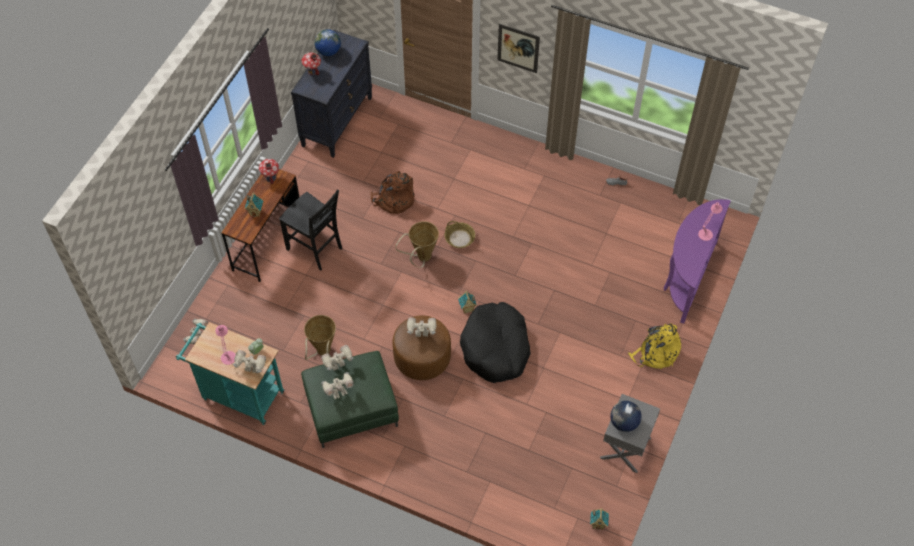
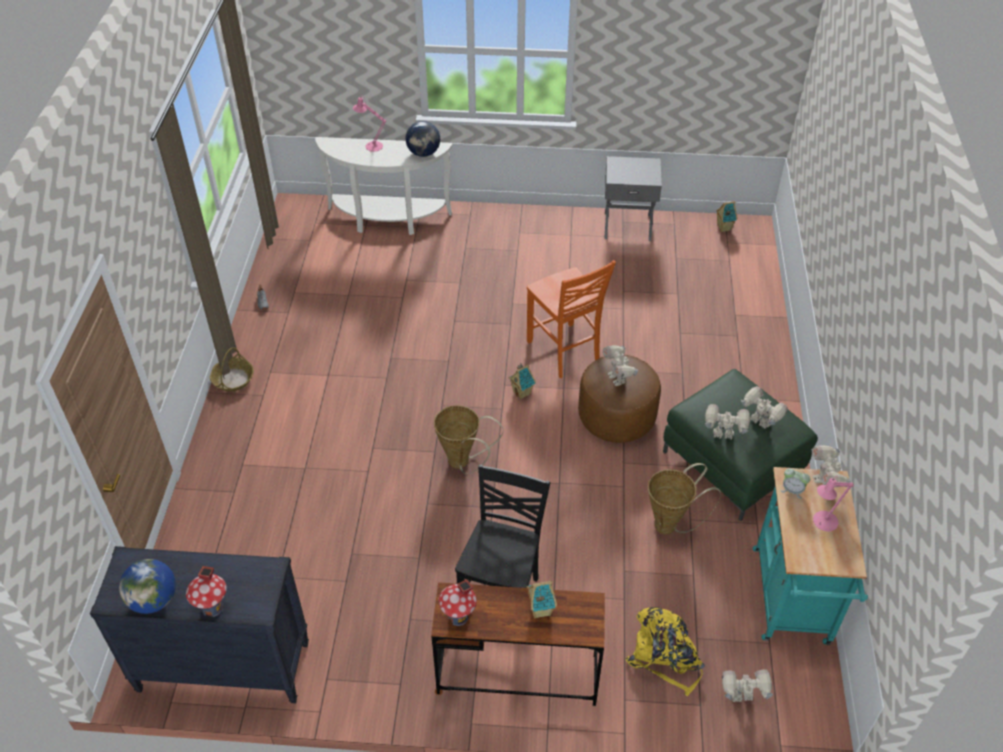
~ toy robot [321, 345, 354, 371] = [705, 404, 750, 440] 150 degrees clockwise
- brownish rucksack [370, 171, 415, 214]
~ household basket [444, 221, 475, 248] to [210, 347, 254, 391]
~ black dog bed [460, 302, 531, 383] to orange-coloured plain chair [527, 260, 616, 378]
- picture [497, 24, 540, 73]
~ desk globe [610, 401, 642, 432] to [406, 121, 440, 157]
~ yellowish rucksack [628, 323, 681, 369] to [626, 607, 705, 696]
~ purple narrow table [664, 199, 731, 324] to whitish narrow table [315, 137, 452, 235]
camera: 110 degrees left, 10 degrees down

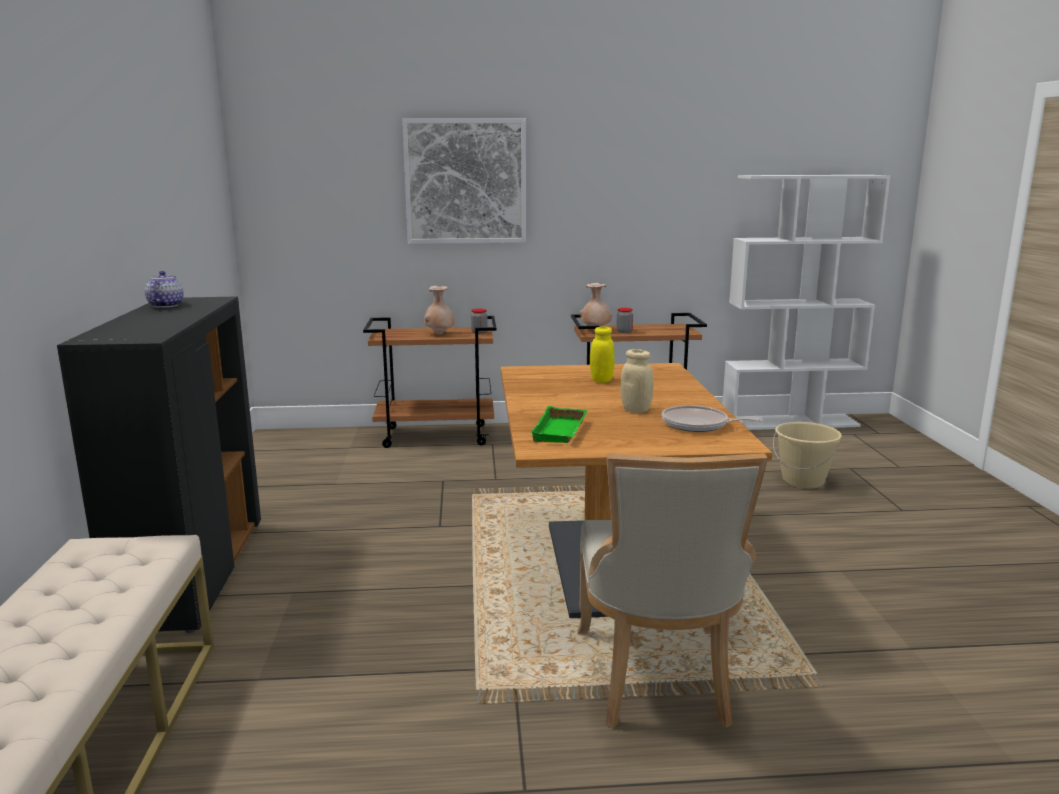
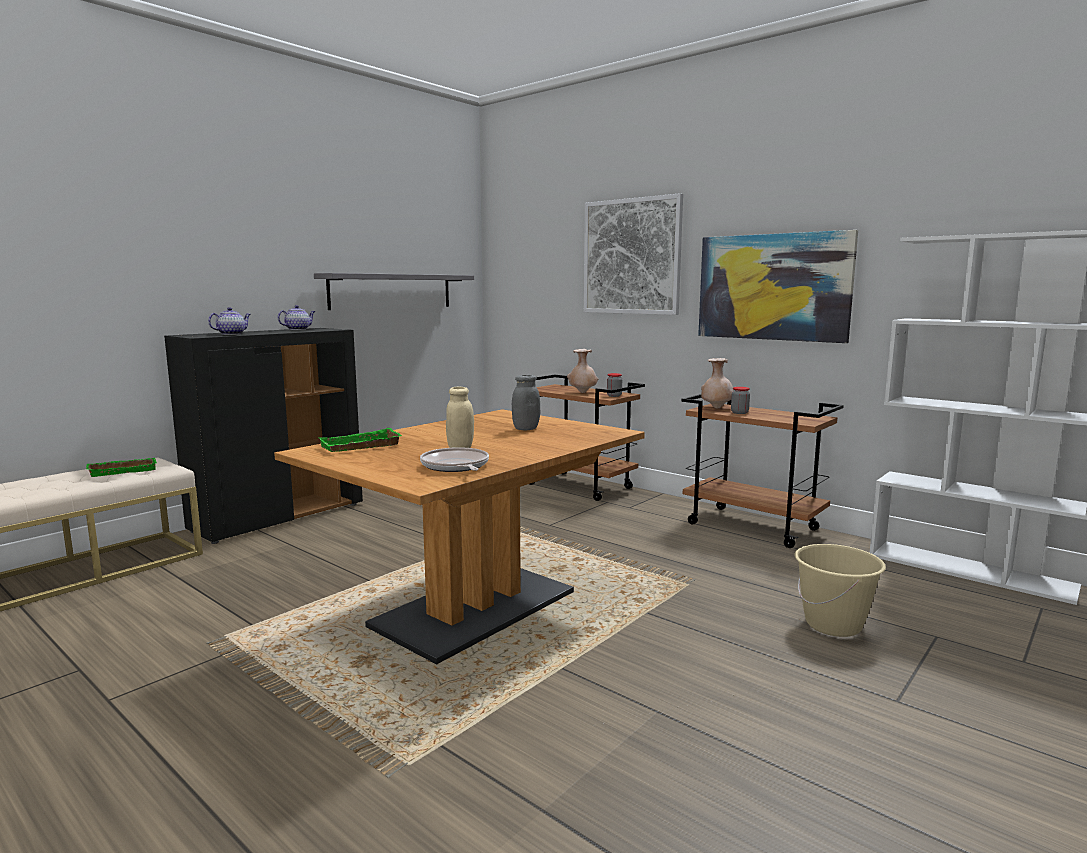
- beige plain chair [577, 453, 768, 728]
~ yellowish storage jar [590, 326, 615, 383] to greyish storage jar [512, 375, 540, 430]
+ green-coloured carrying tray [86, 458, 157, 477]
+ teapot [208, 307, 251, 335]
+ greyish shelf [314, 273, 474, 310]
+ picture [698, 230, 858, 343]
camera: 45 degrees right, 5 degrees down

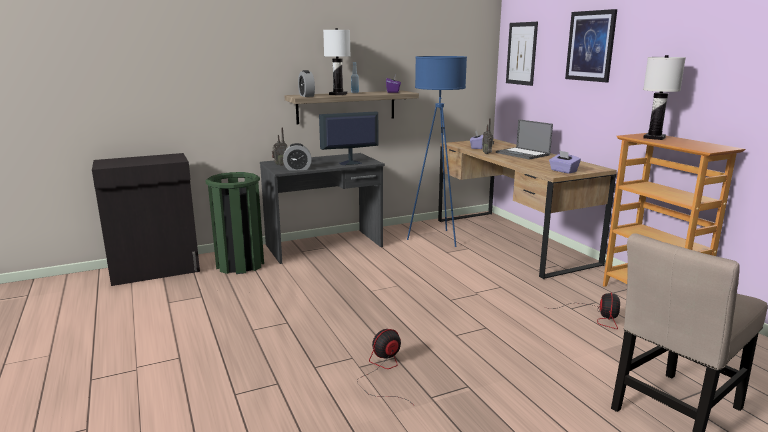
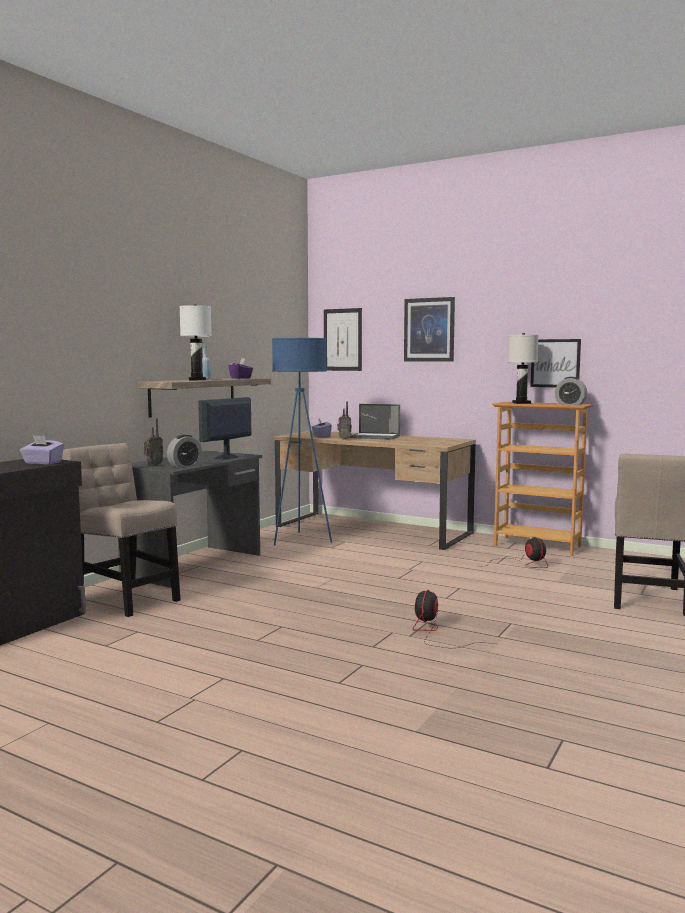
~ green-coloured trash can [205, 172, 264, 274] to beige plain chair [62, 443, 180, 617]
~ table clock [298, 70, 315, 97] to [555, 377, 587, 405]
~ purple box of tissues [549, 150, 581, 174] to [20, 435, 64, 465]
+ picture [530, 339, 581, 387]
camera: 35 degrees left, 10 degrees down

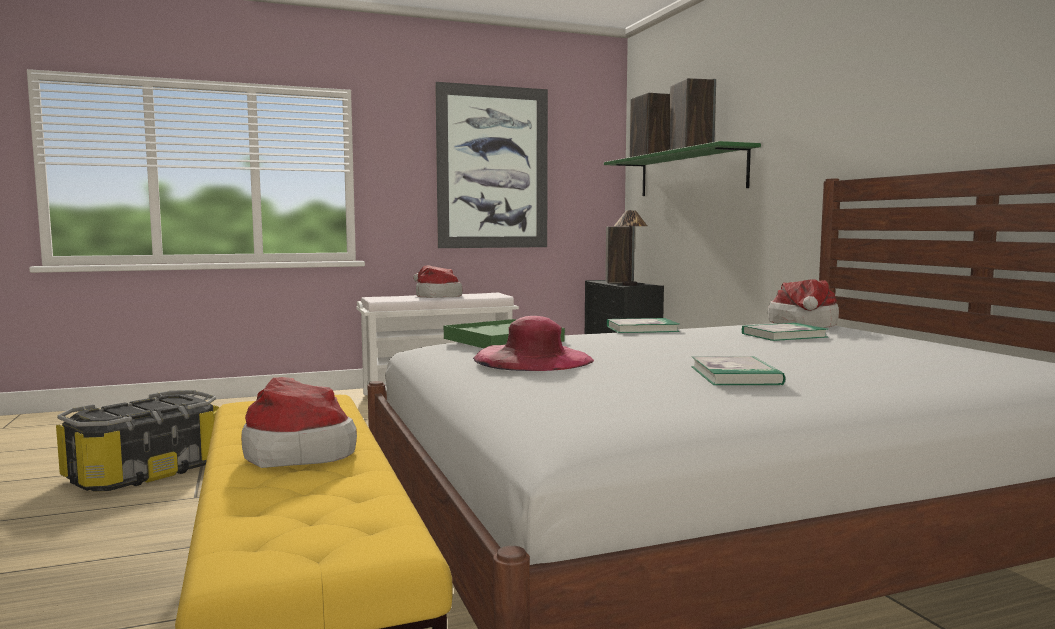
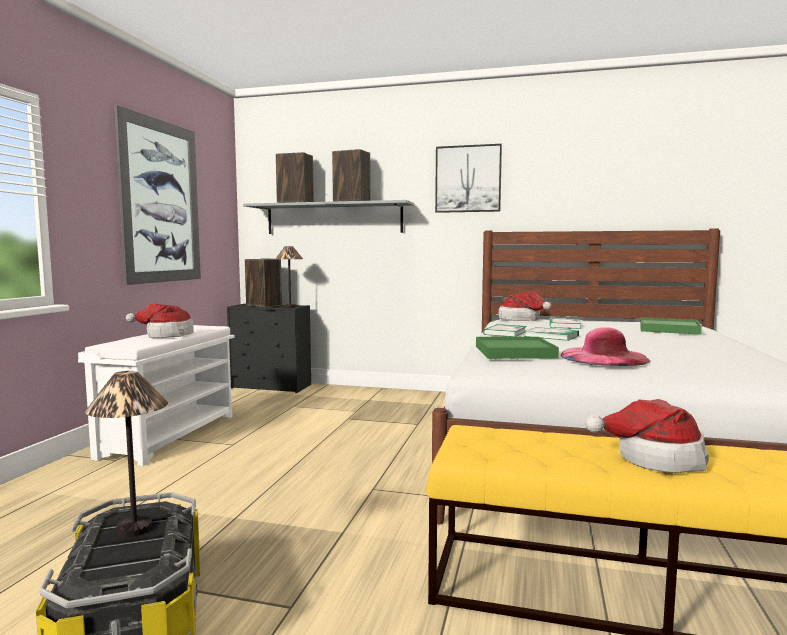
~ green-coloured shelf [604, 141, 761, 196] to greyish shelf [243, 200, 414, 234]
~ bound book [691, 356, 785, 385] to [524, 327, 579, 341]
+ lamp for a table [85, 371, 168, 537]
+ picture [435, 144, 502, 213]
+ green-coloured carrying tray [640, 317, 702, 335]
camera: 55 degrees left, 0 degrees up

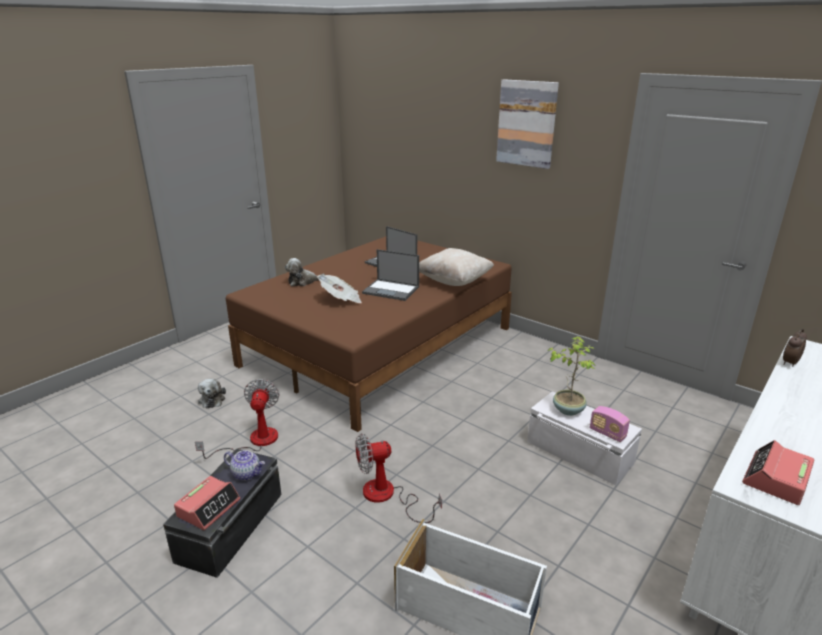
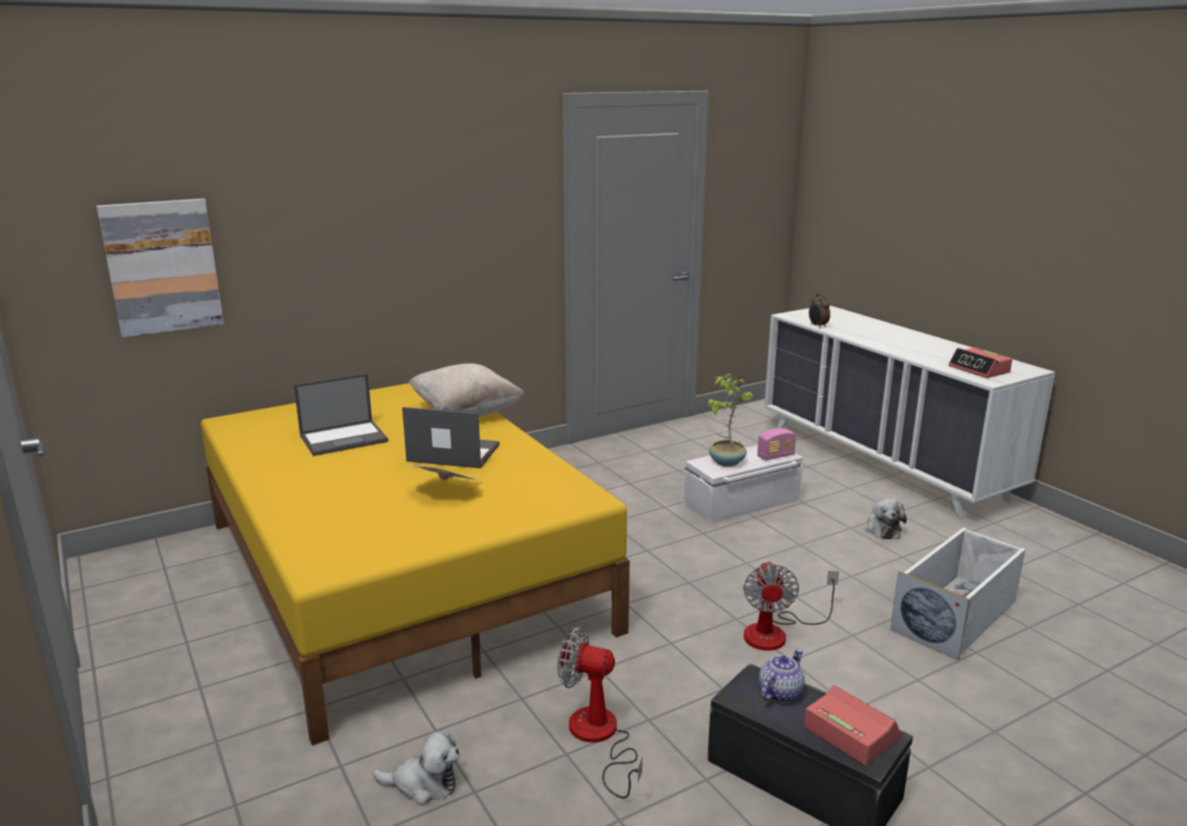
~ brownish bed [226, 236, 512, 432] to yellowish bed [201, 383, 630, 746]
~ plush toy [285, 258, 325, 286] to [865, 499, 907, 539]
~ portable computer [362, 249, 419, 301] = [402, 407, 500, 468] 120 degrees counterclockwise
~ picture [496, 79, 559, 169] to [96, 198, 224, 338]
camera: 70 degrees left, 5 degrees down

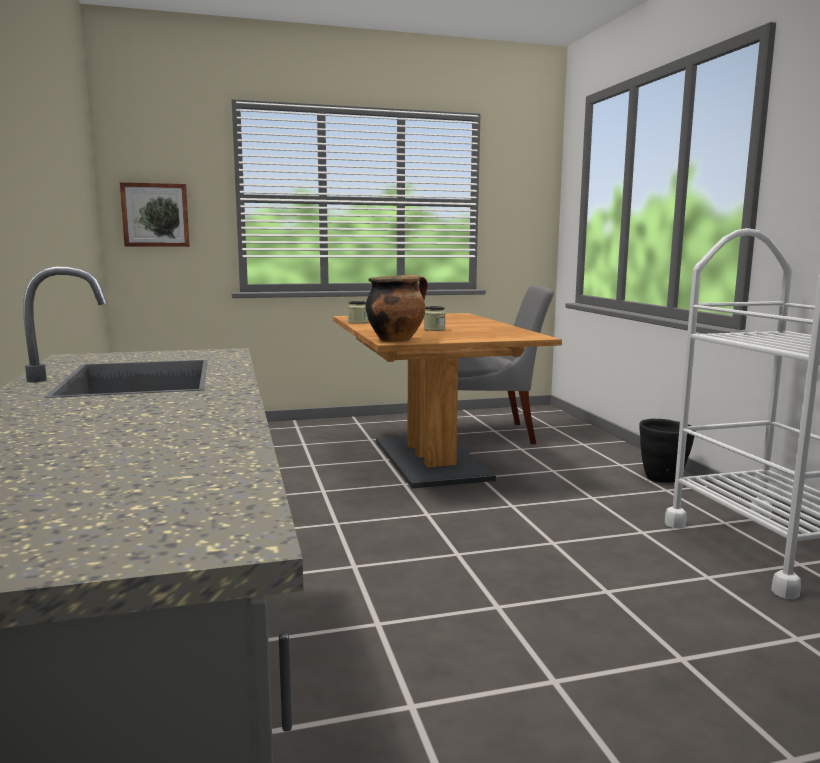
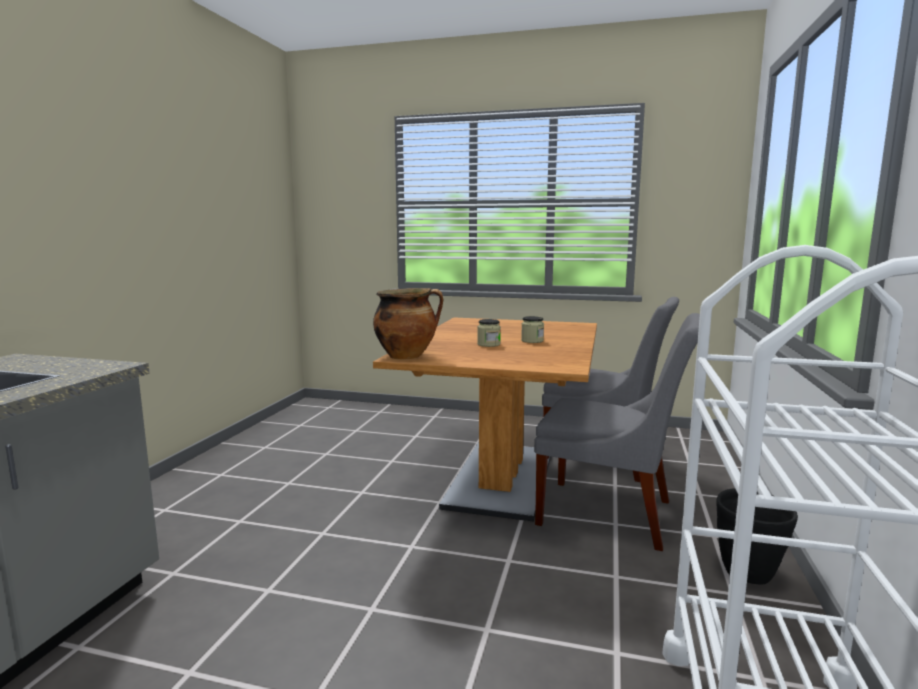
- picture [120, 182, 190, 247]
~ storage jar [348, 301, 368, 324] to [521, 316, 544, 343]
+ greyish plain chair [534, 313, 700, 551]
camera: 30 degrees right, 0 degrees up

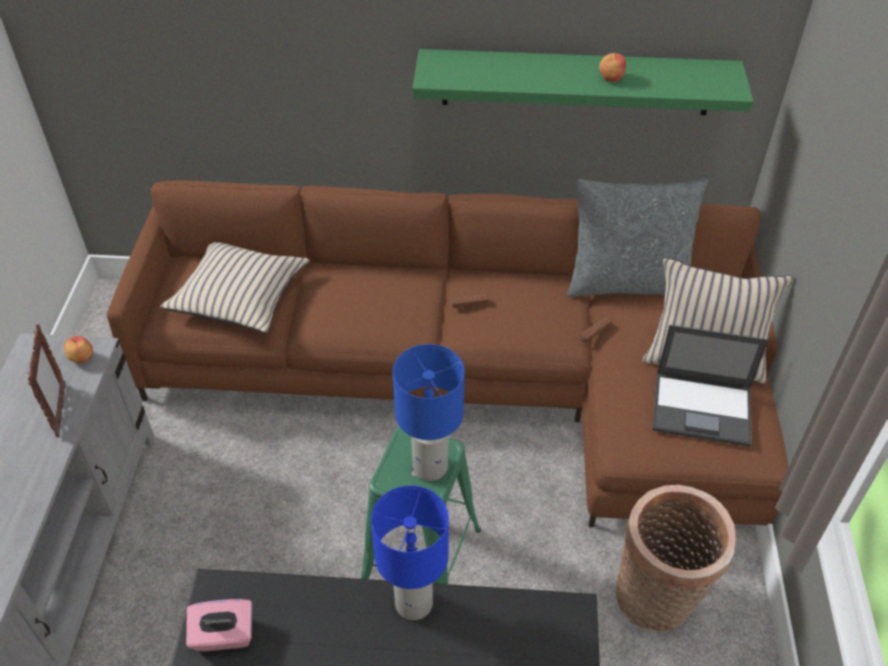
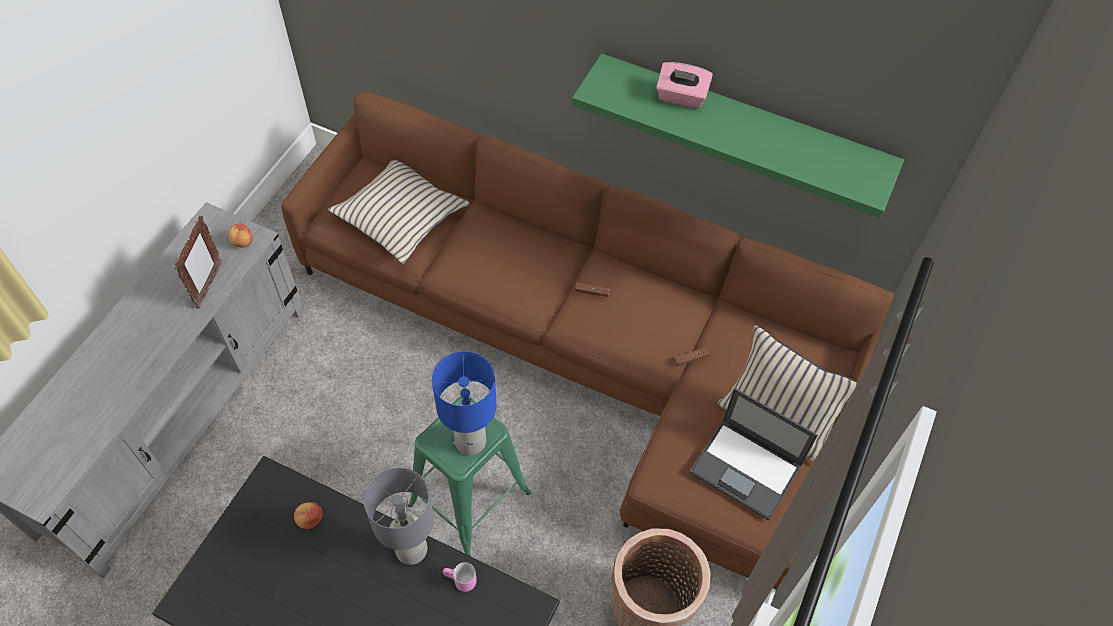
~ pink box of tissues [186, 599, 252, 652] to [656, 62, 713, 109]
~ blue lamp for a table [371, 486, 449, 620] to greyish lamp for a table [364, 468, 434, 565]
- greyish throw pillow [567, 179, 708, 297]
~ whole apple [599, 53, 626, 82] to [294, 502, 323, 529]
+ pink tea mug [443, 562, 477, 592]
camera: 20 degrees right, 10 degrees up

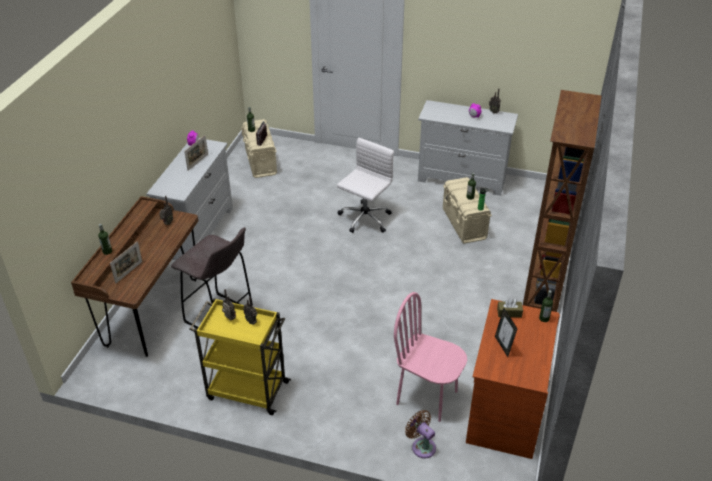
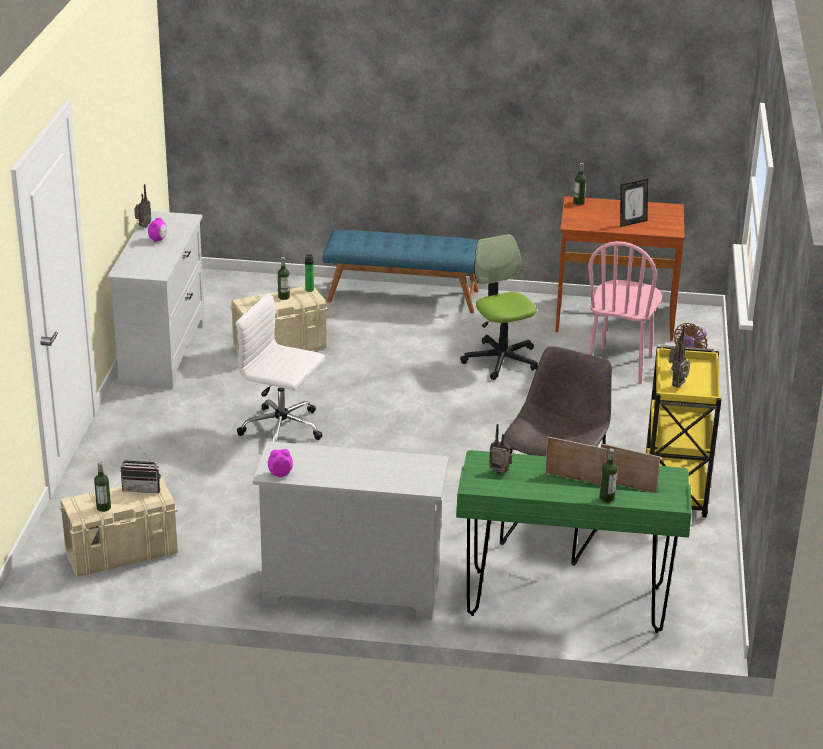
~ brownish desk unit [71, 196, 198, 357] to green-coloured desk unit [456, 450, 692, 633]
~ standing frame [184, 135, 208, 171] to [545, 437, 607, 485]
- brownish box of tissues [497, 298, 523, 318]
~ brownish bookcase [523, 90, 602, 312] to blue bench [322, 230, 479, 313]
+ desk chair [460, 234, 538, 380]
camera: 100 degrees left, 10 degrees down

